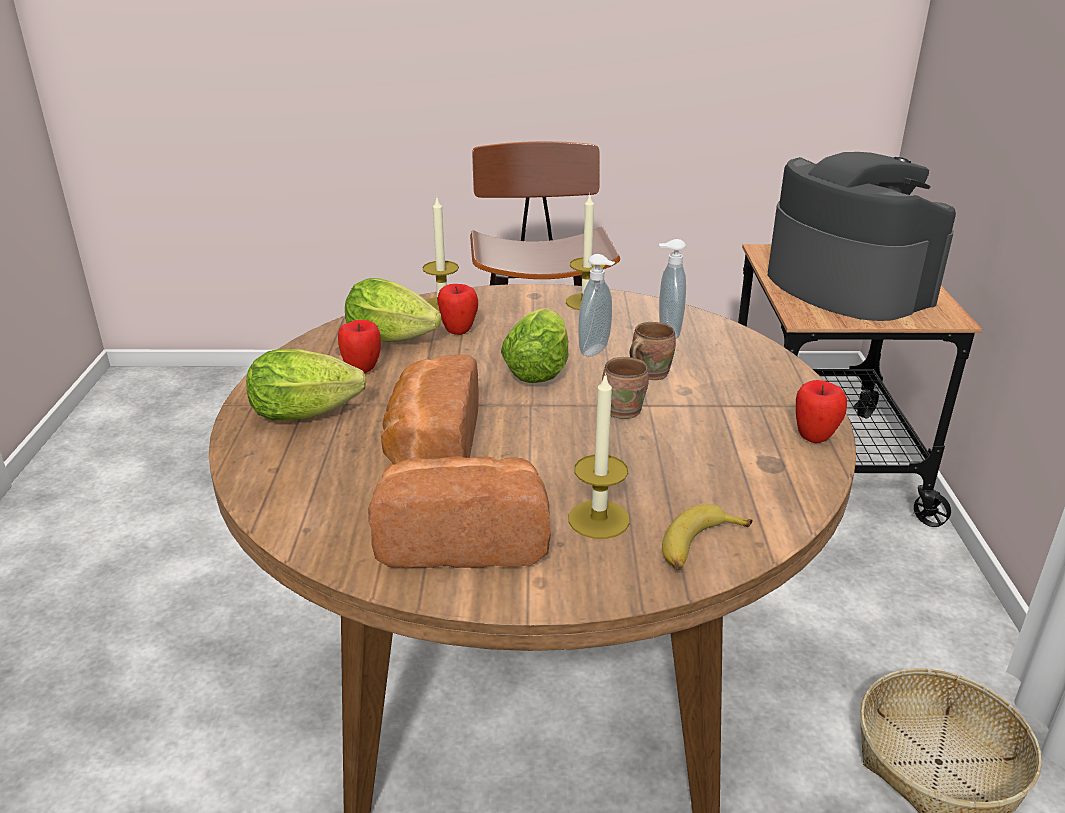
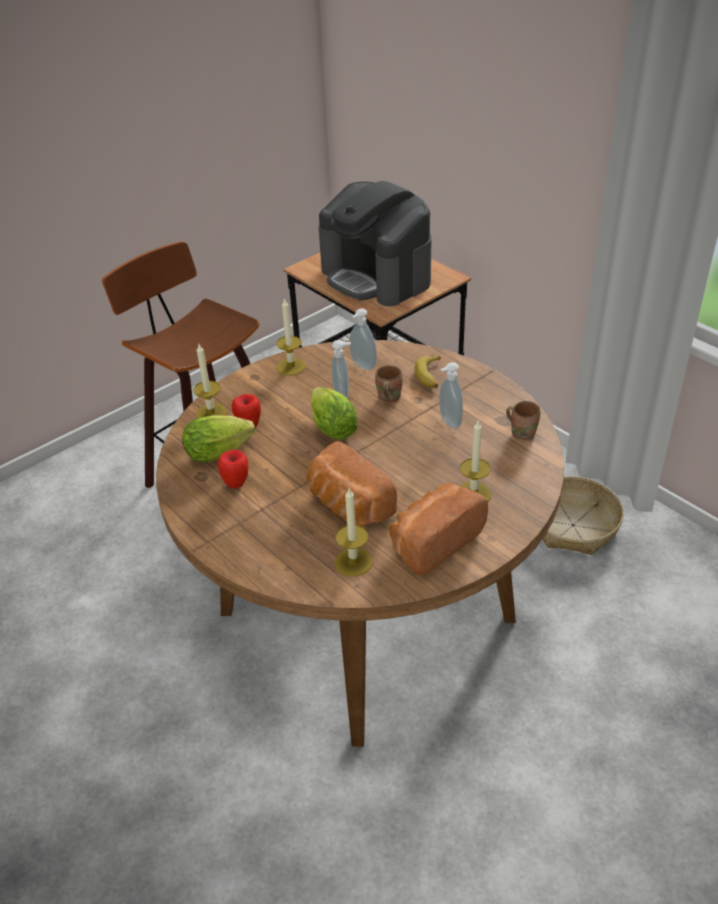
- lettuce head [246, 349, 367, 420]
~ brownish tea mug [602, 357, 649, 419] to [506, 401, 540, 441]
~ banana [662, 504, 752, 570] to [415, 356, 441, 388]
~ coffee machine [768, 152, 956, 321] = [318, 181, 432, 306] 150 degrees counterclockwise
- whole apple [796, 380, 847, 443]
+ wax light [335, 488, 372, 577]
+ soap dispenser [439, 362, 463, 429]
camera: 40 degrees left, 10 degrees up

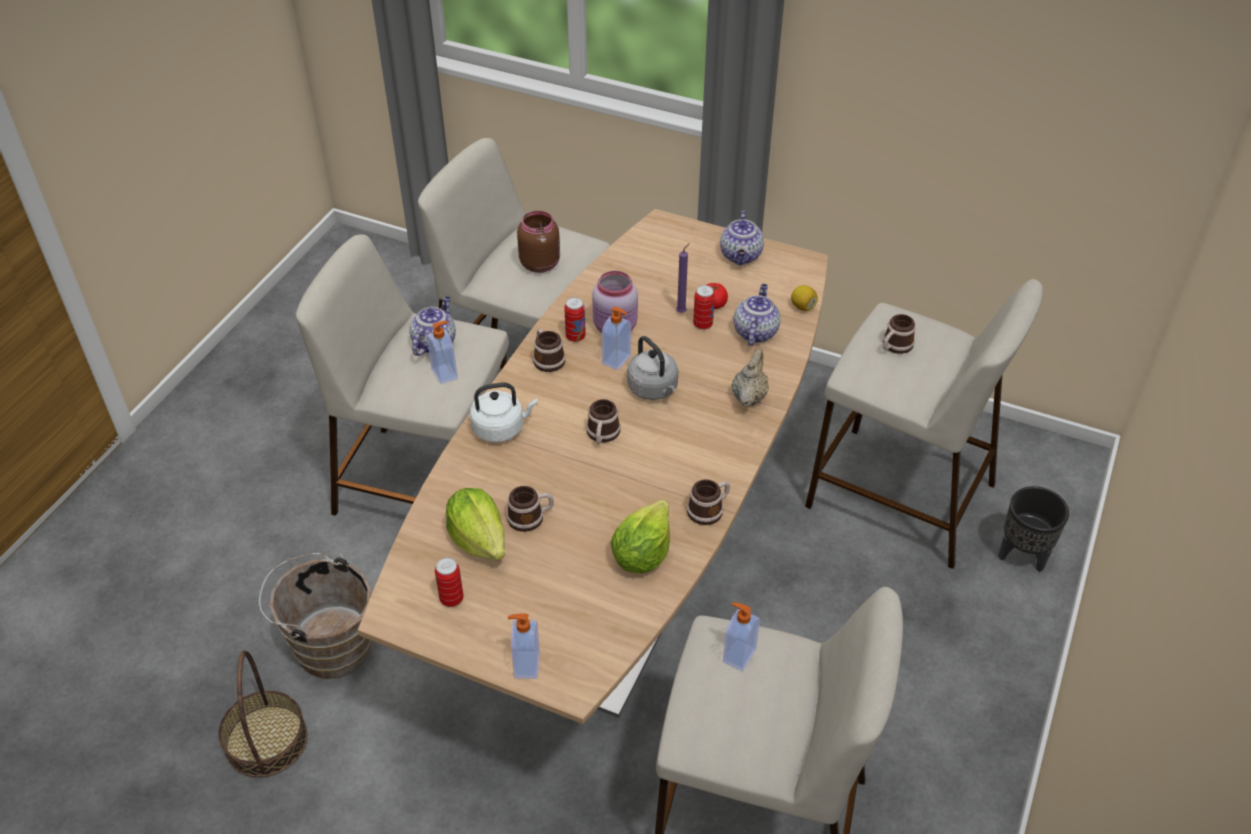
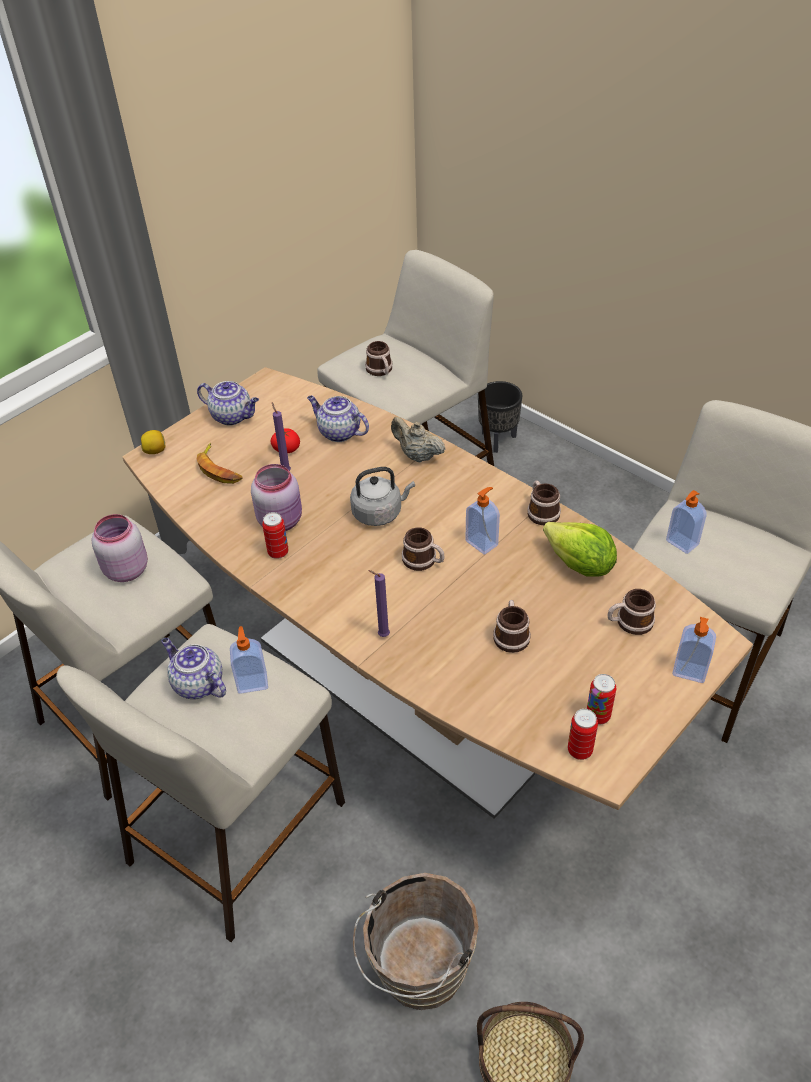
- lettuce head [446, 488, 505, 560]
~ whitish kettle [470, 382, 538, 443] to purple wax light [368, 570, 390, 637]
~ brownish storage jar [517, 211, 560, 273] to pink storage jar [92, 514, 148, 582]
~ tea mug [533, 329, 566, 372] to [607, 589, 656, 635]
~ soap dispenser [602, 307, 631, 370] to [466, 487, 500, 555]
~ metal can [693, 285, 715, 330] to [568, 709, 598, 760]
~ whole lemon [791, 285, 818, 311] to [141, 430, 165, 454]
+ banana [197, 443, 243, 484]
camera: 70 degrees left, 0 degrees up

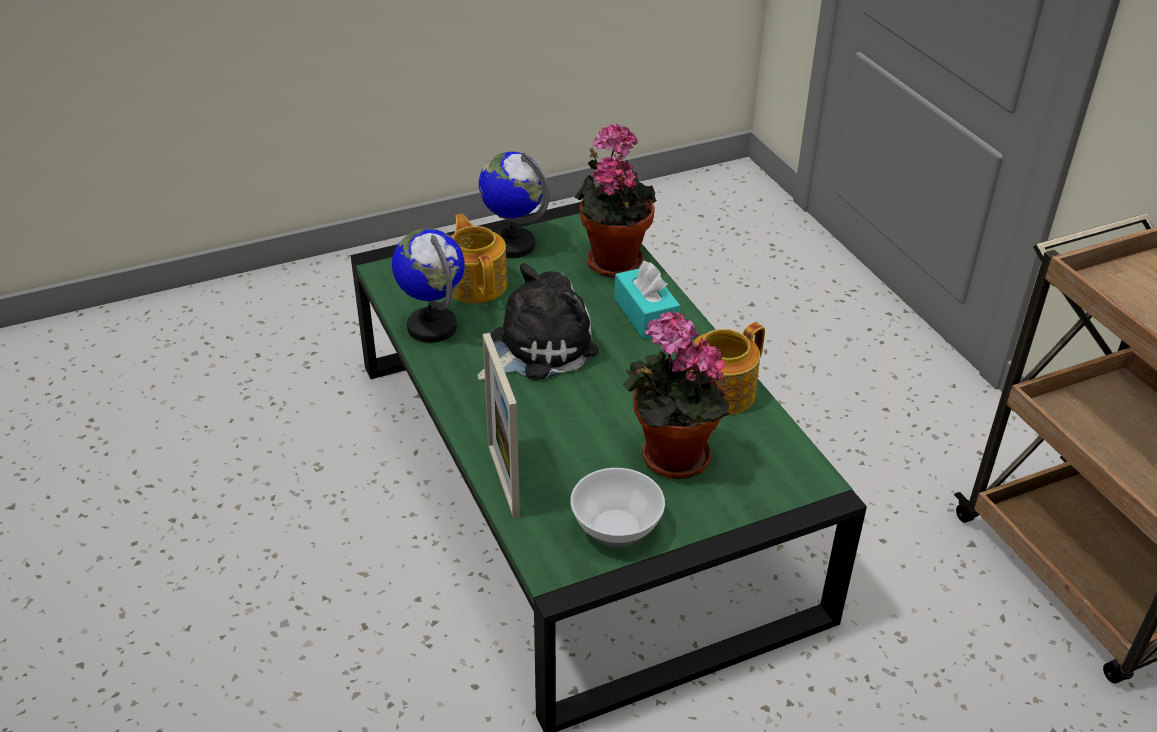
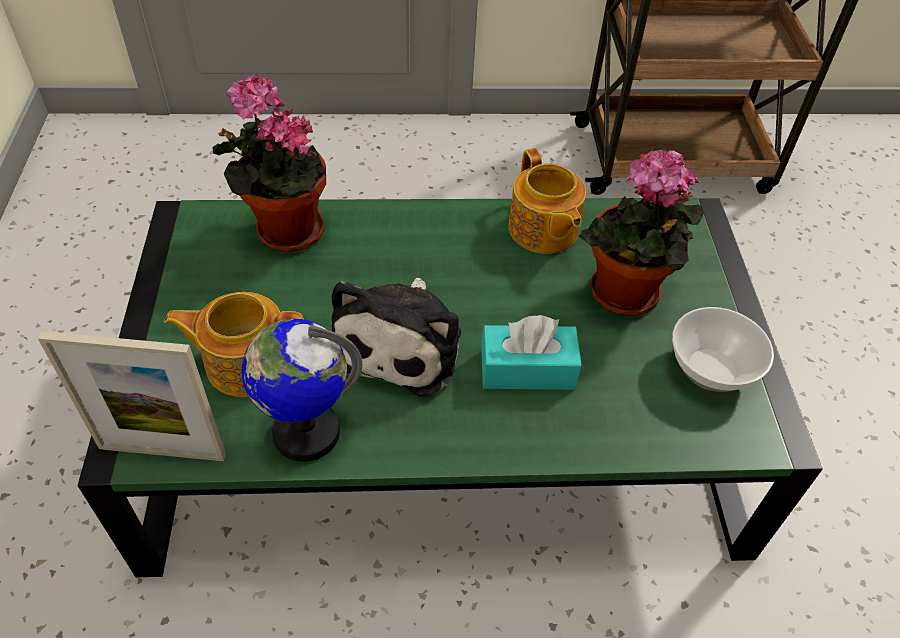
~ plush toy [477, 263, 599, 380] = [331, 278, 461, 397] 150 degrees counterclockwise
- desk globe [479, 151, 549, 258]
~ standing frame [483, 333, 520, 518] to [38, 331, 226, 461]
~ turquoise-coloured box of tissues [614, 261, 680, 339] to [481, 315, 582, 390]
camera: 70 degrees left, 10 degrees up

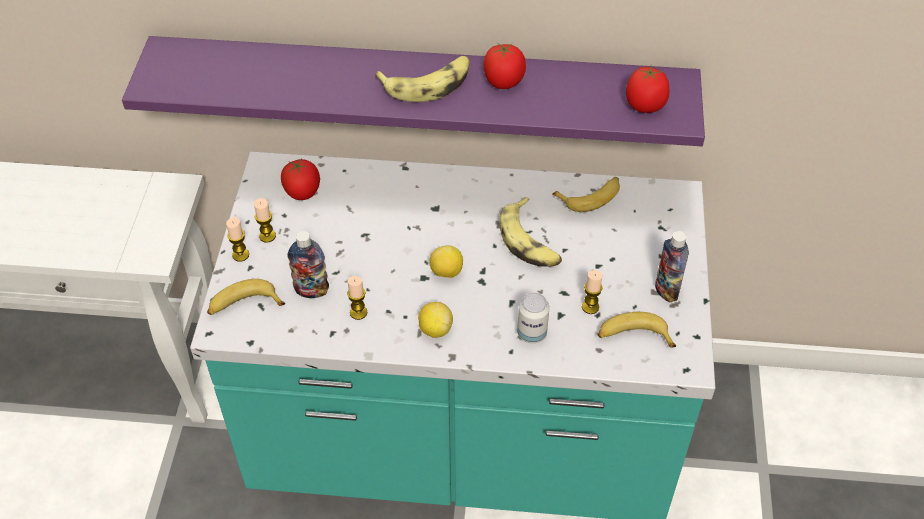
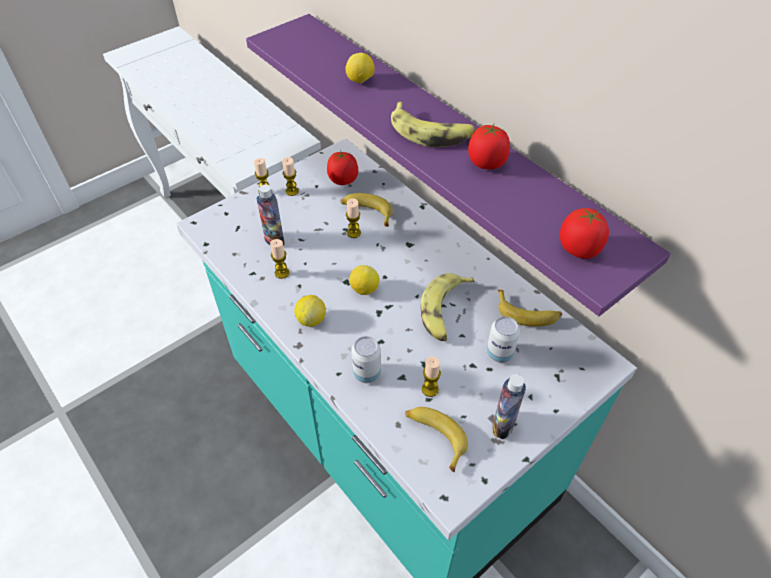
~ banana [207, 279, 285, 315] to [340, 193, 393, 227]
+ whole lemon [345, 53, 375, 83]
+ wax light [346, 198, 361, 238]
+ metal can [486, 316, 520, 363]
camera: 45 degrees right, 0 degrees up

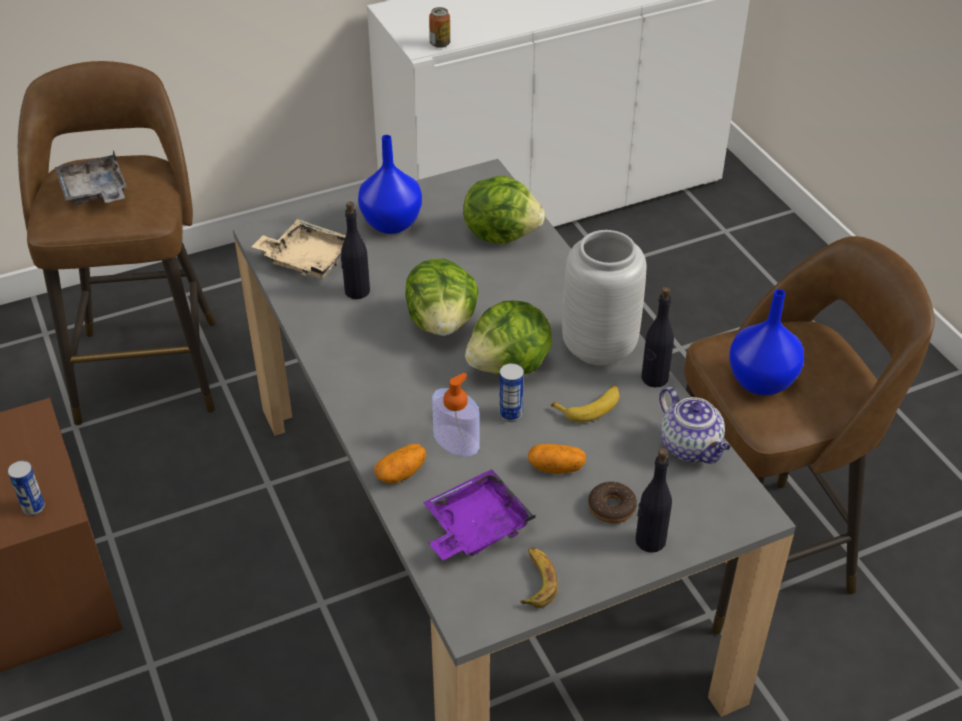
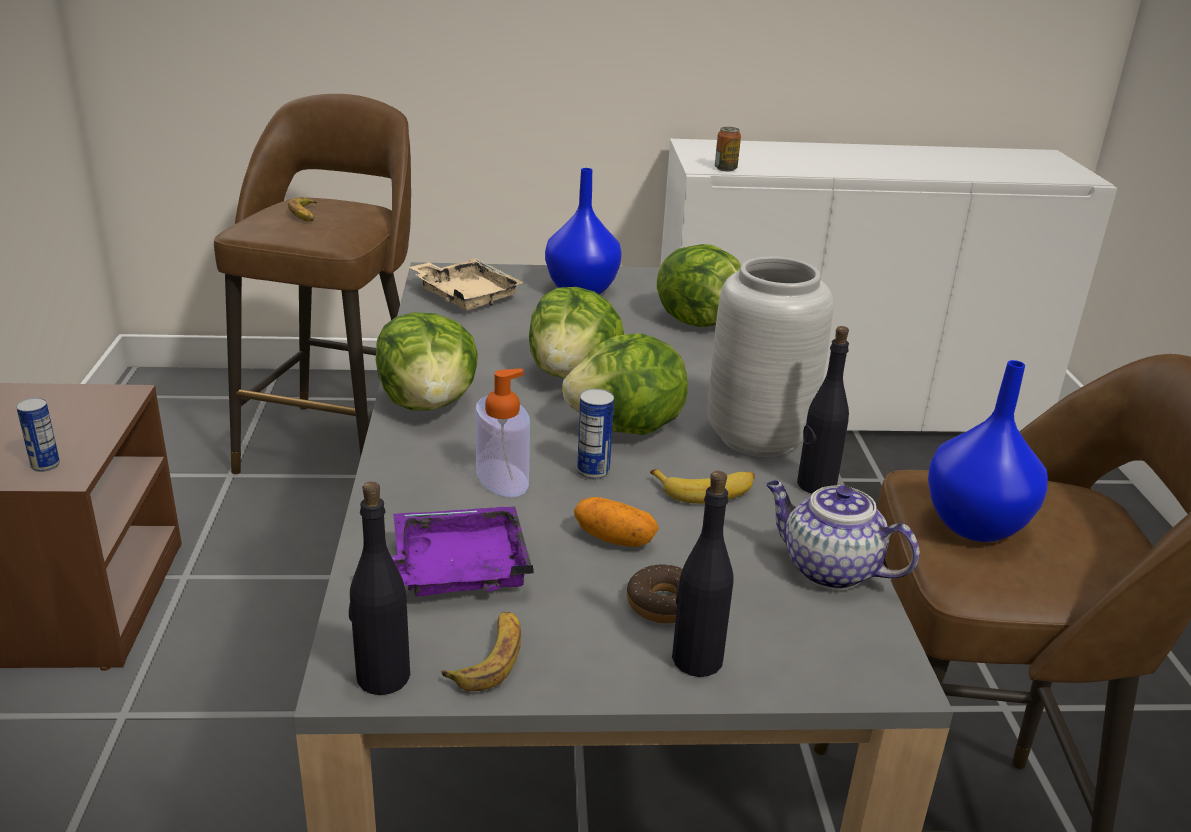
~ greyish carrying tray [55, 150, 127, 205] to banana [288, 197, 318, 222]
~ black bottle [340, 201, 370, 299] to [349, 481, 410, 695]
- spud [374, 444, 426, 484]
~ teapot [659, 387, 731, 464] = [766, 481, 920, 590] 135 degrees clockwise
+ lettuce head [376, 312, 478, 410]
camera: 20 degrees right, 15 degrees down

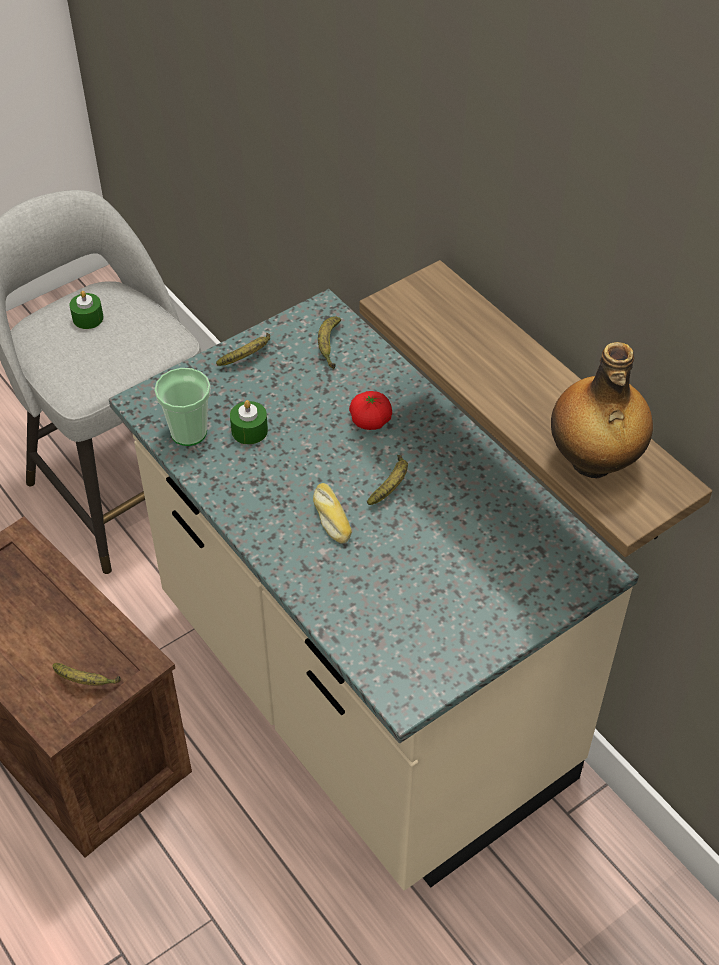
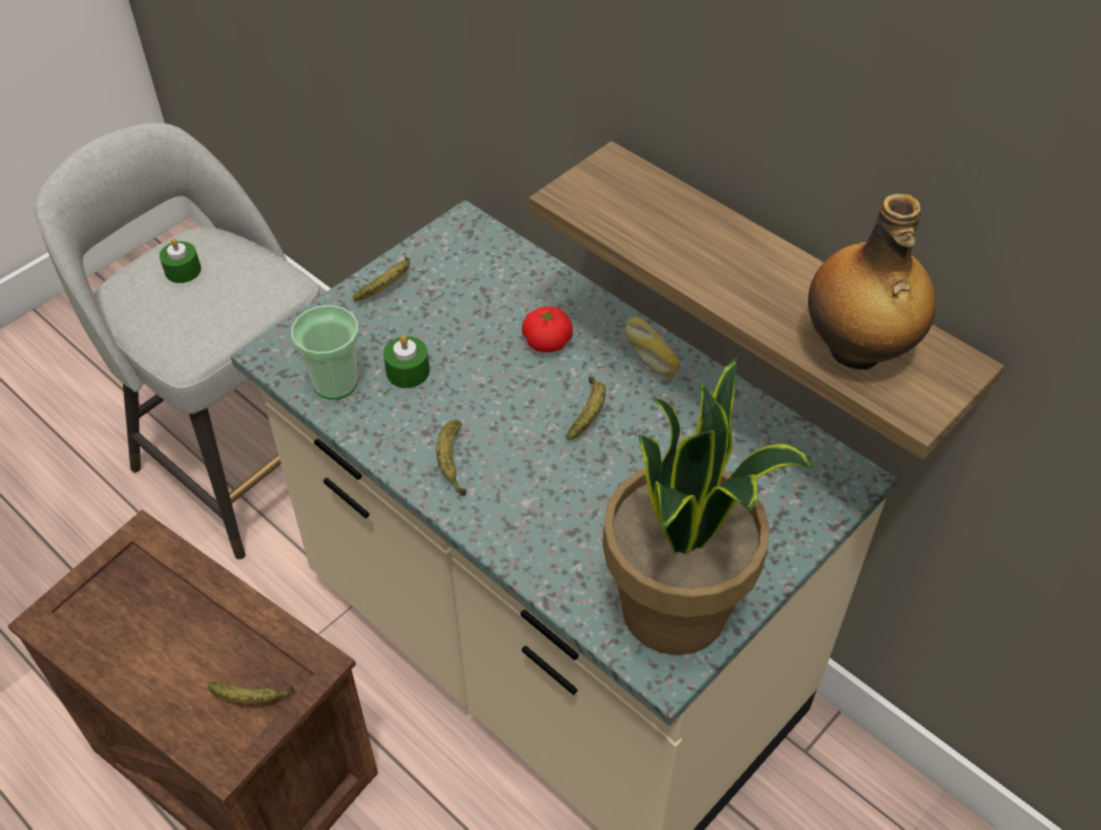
~ bakery bread [313, 483, 352, 544] to [625, 318, 680, 379]
~ banana [318, 316, 341, 369] to [436, 420, 466, 496]
+ potted plant [603, 358, 813, 655]
camera: 10 degrees left, 0 degrees up

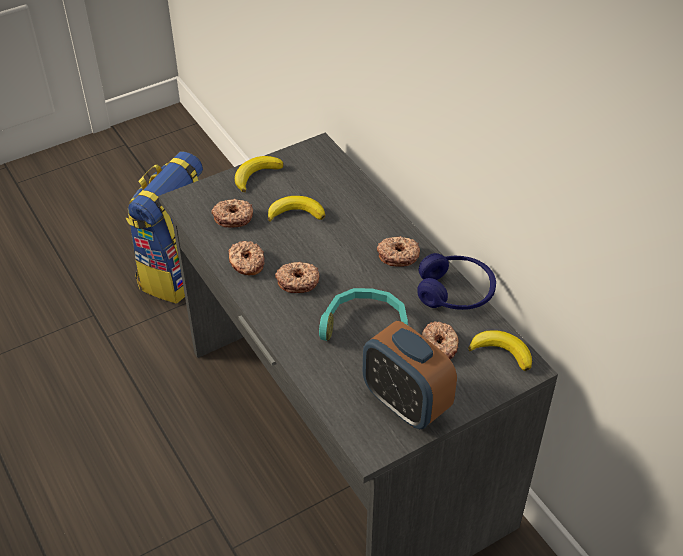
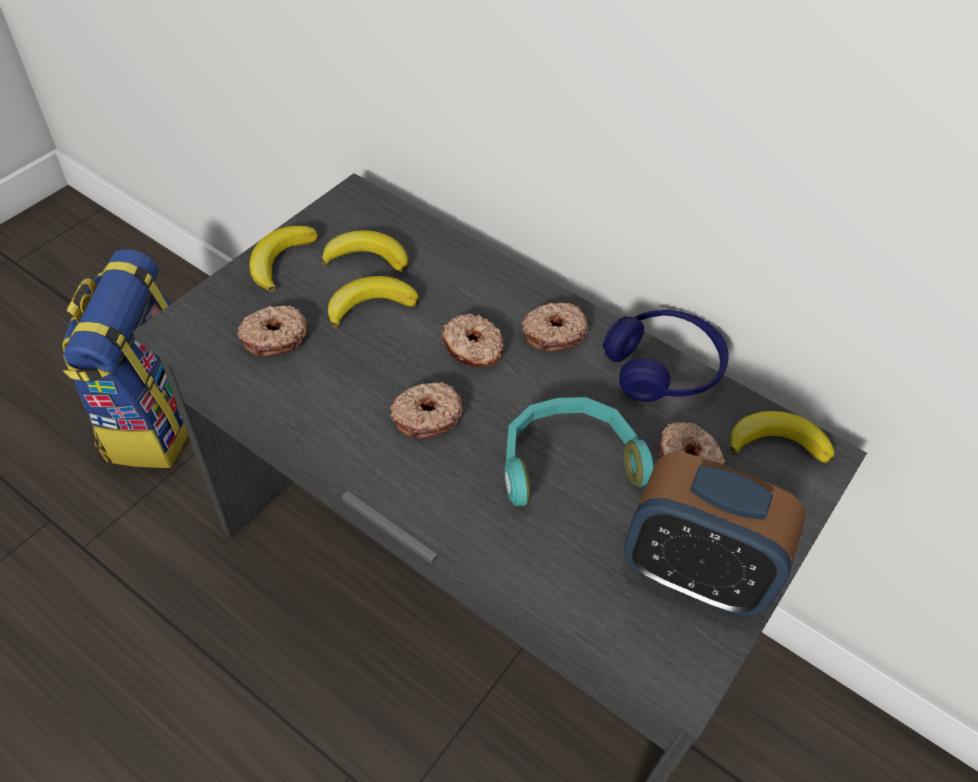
~ ring doughnut [228, 241, 264, 276] to [442, 314, 504, 367]
+ banana [322, 230, 409, 272]
camera: 25 degrees left, 5 degrees up

